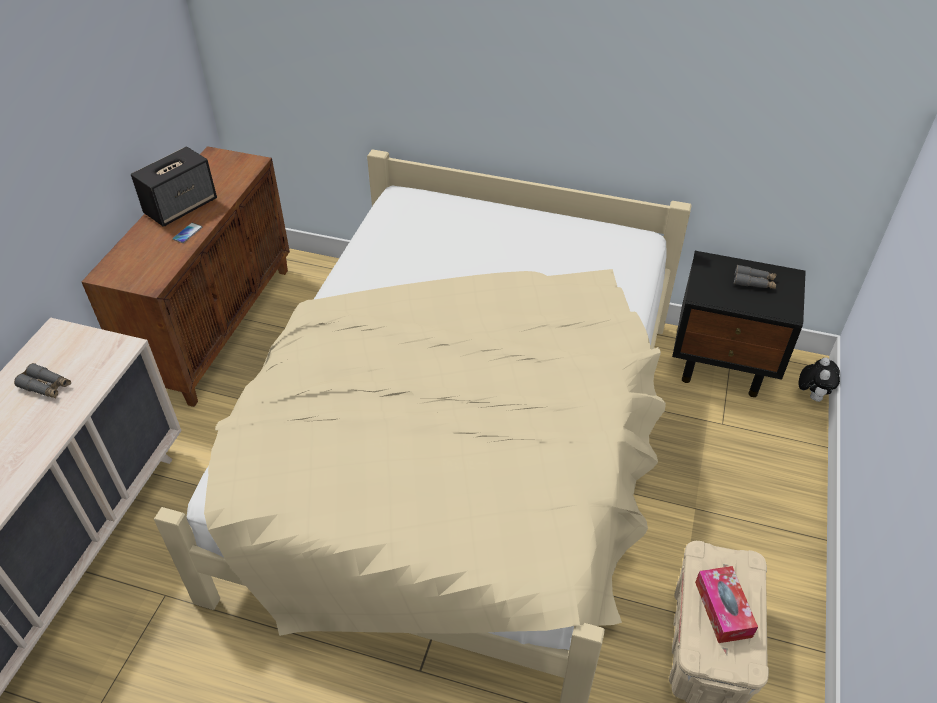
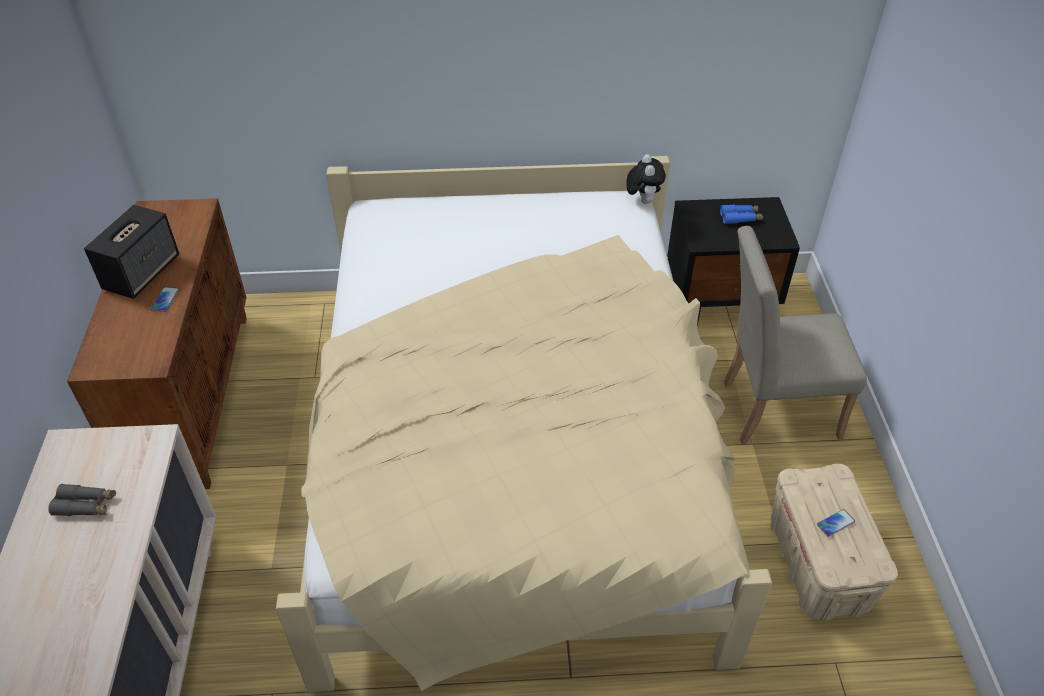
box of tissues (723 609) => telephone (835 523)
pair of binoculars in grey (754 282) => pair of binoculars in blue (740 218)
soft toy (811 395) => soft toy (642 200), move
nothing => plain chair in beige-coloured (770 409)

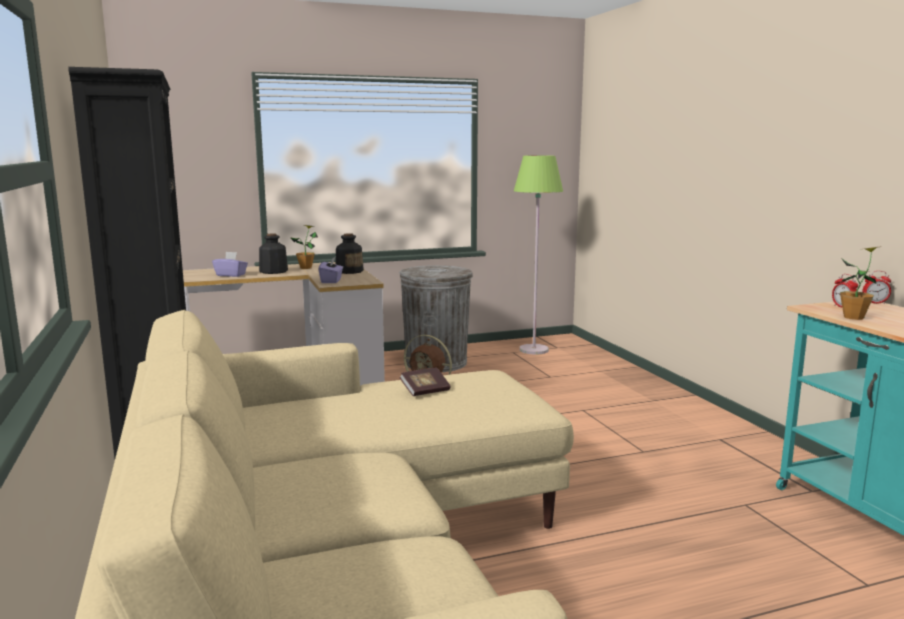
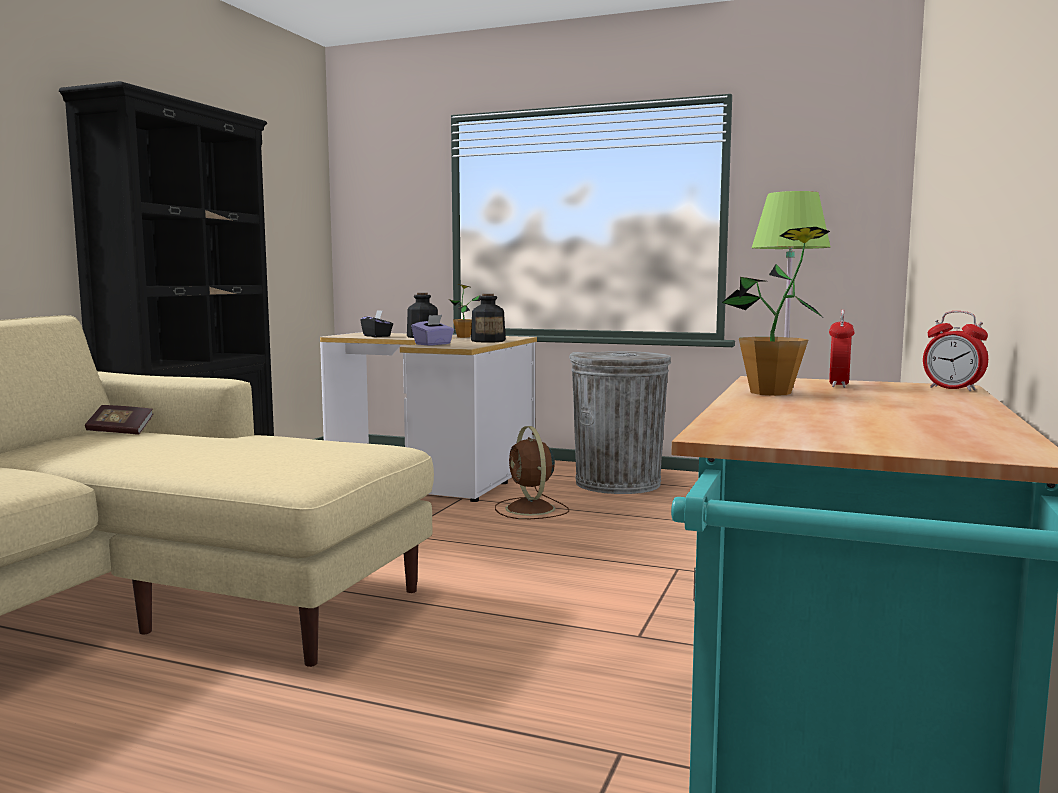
box of tissues in purple (231 275) => box of tissues in black (377 336)
bound book (425 391) => bound book (120 431), move

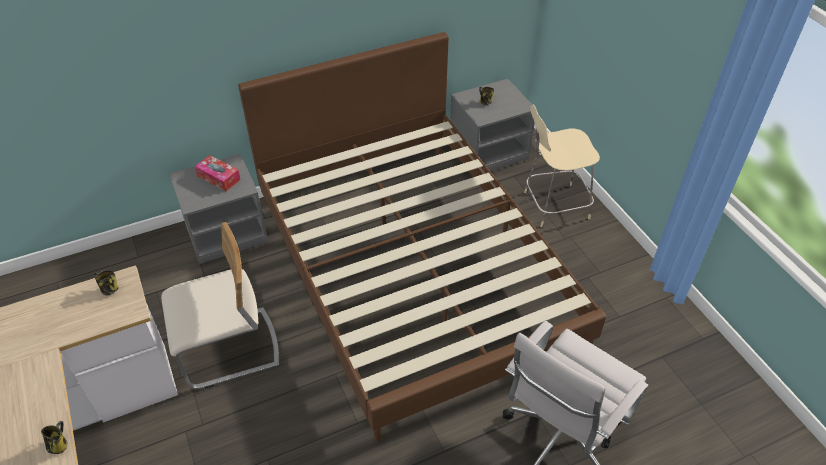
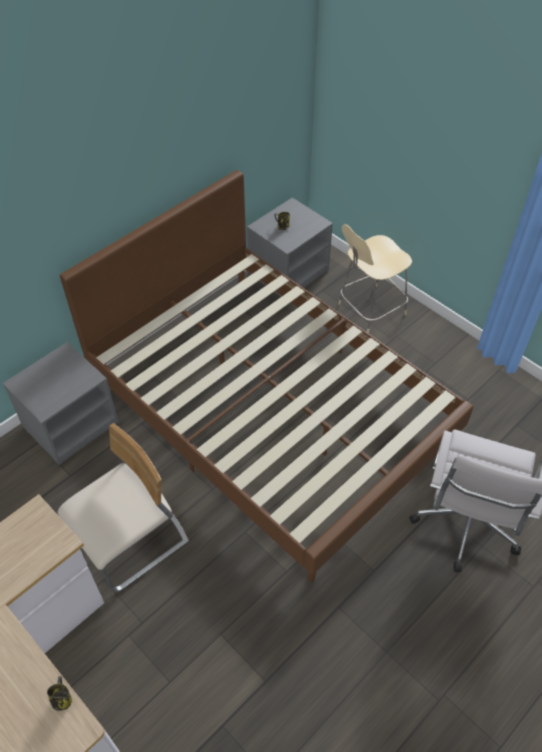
tea mug (109 289) => nothing
box of tissues (219 178) => nothing

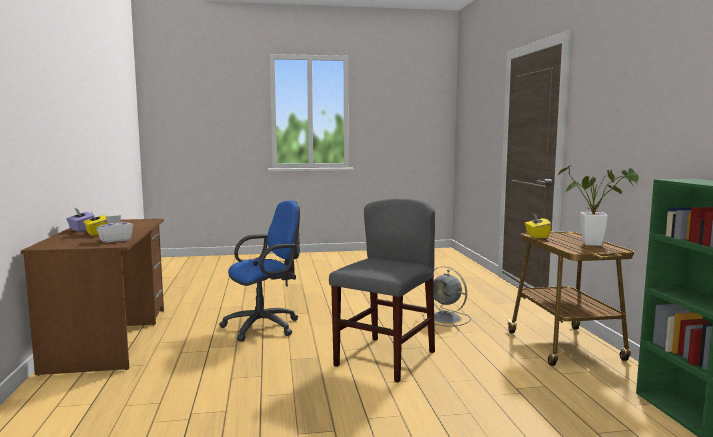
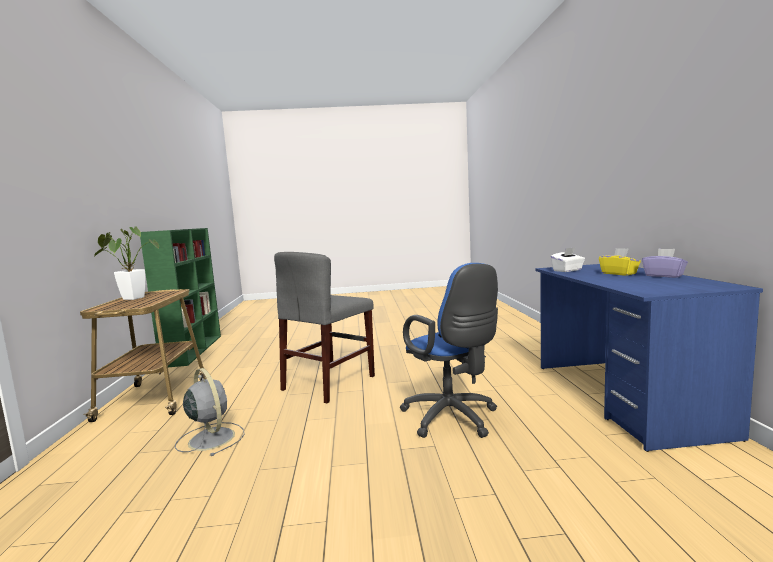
desk unit in brown-coloured (110 338) => desk unit in blue (622 397)
computer chair in blue (265 326) => computer chair in blue (453 419), 90 degrees counterclockwise
box of tissues in yellowish (536 236) => nothing

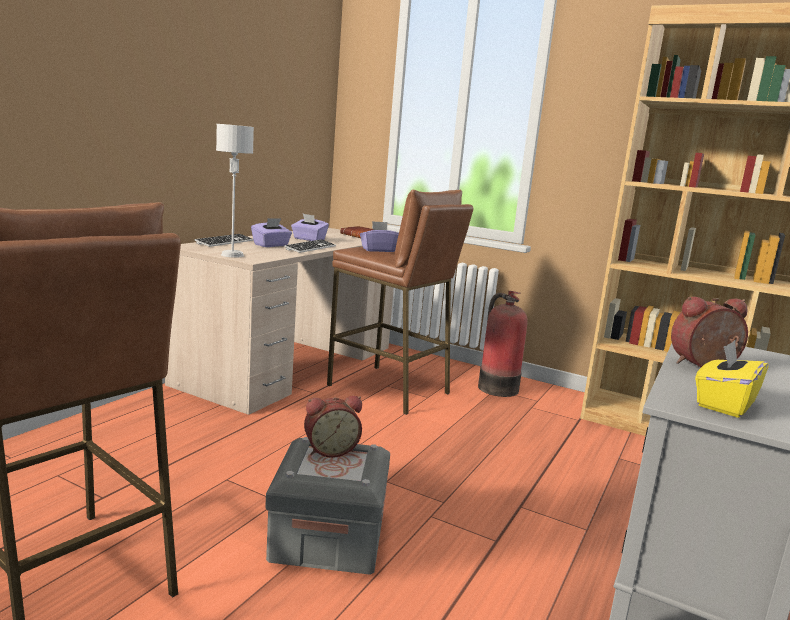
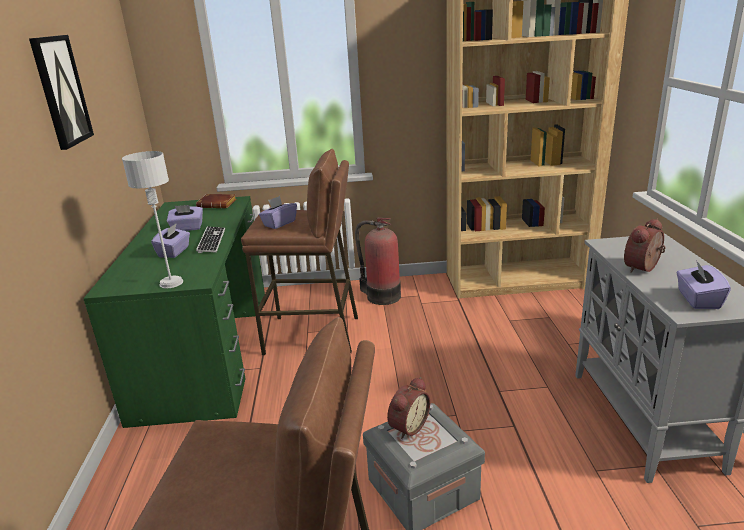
desk unit in beige-coloured (292 364) => desk unit in green-coloured (207 347)
keyboard (225 242) => nothing
box of tissues in yellowish (724 404) => box of tissues in purple (697 300)
nothing => picture (61 91)

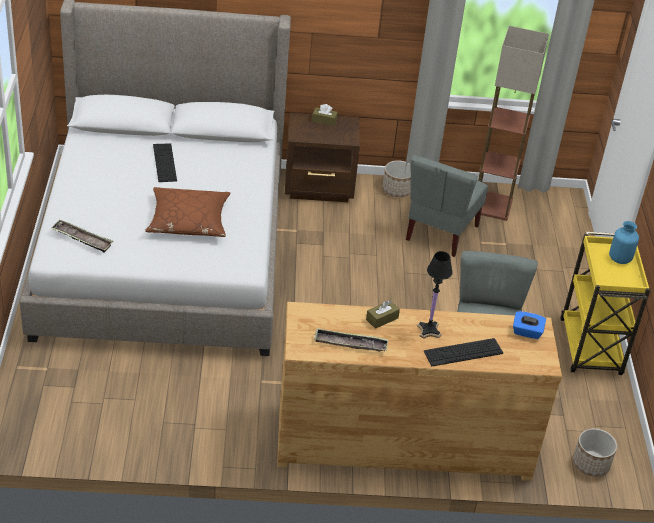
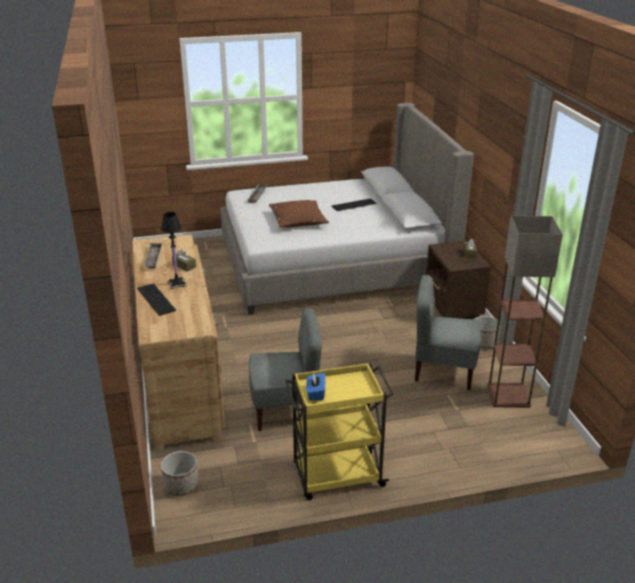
box of tissues in blue (527 332) => box of tissues in blue (316 393), move
decorative vase in blue (619 259) => nothing

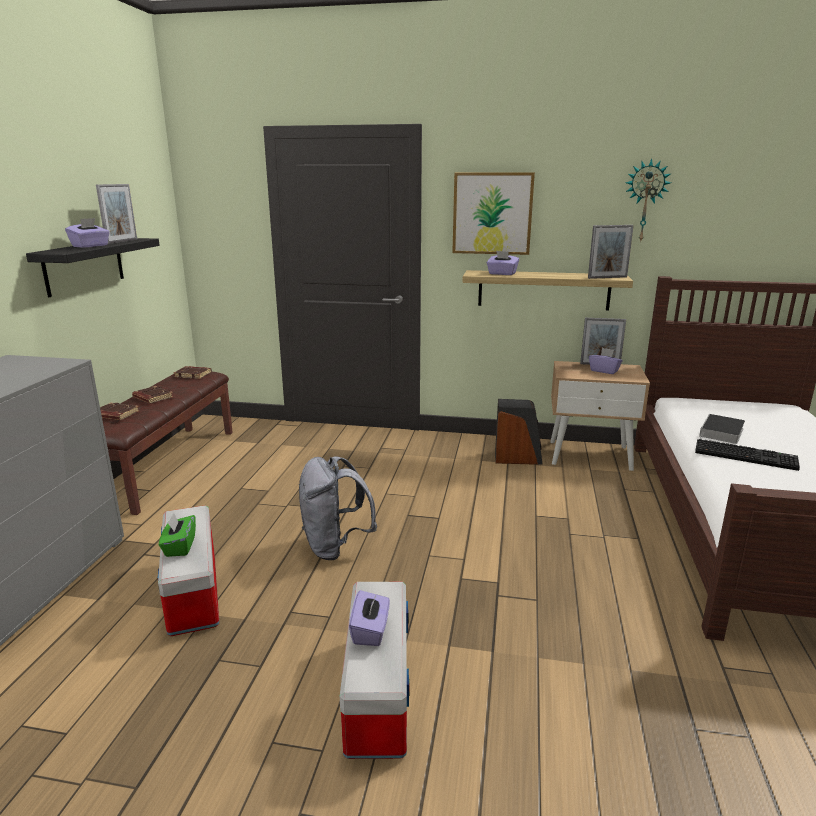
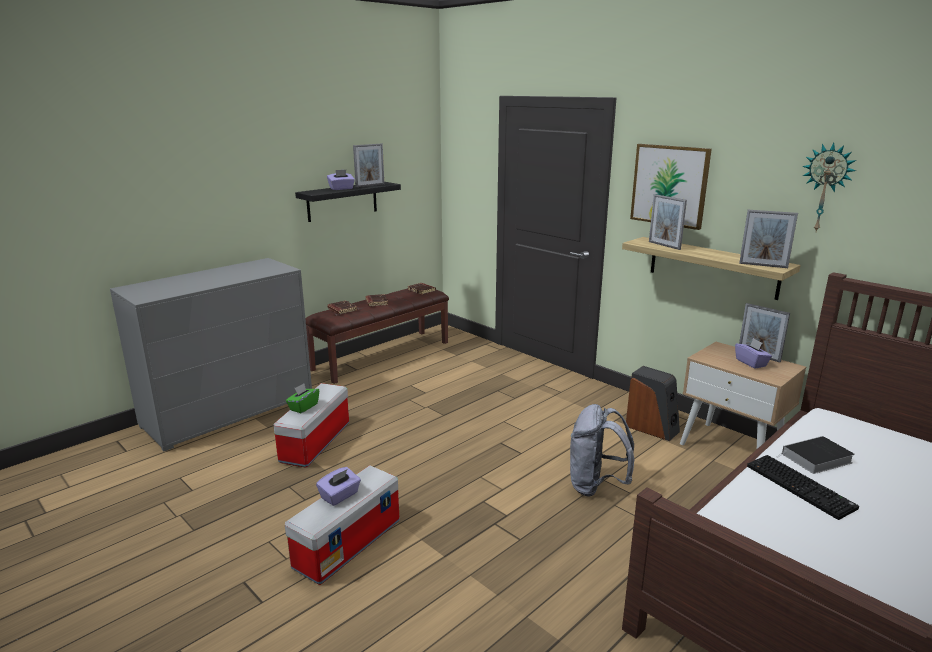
backpack in grey (335 546) => backpack in grey (596 486), move
box of tissues in purple (502 274) => standing frame (664 245)

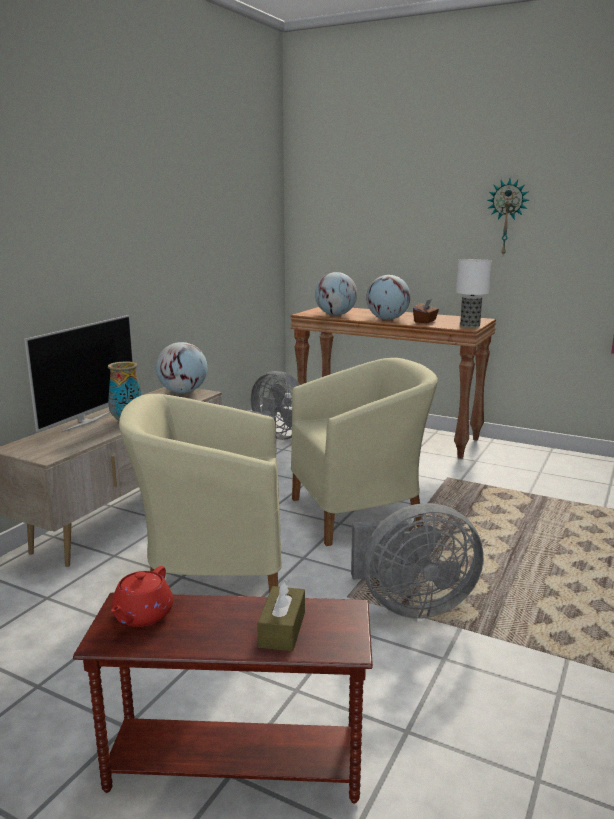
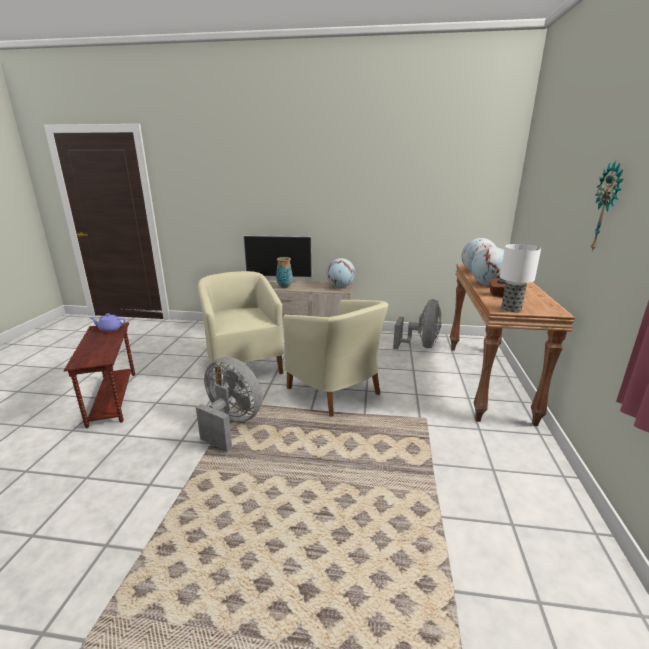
teapot in red (142 616) => teapot in purple (110 329)
box of tissues in brown-coloured (282 629) => nothing
fan in grey (411 605) => fan in grey (231 423), 150 degrees clockwise

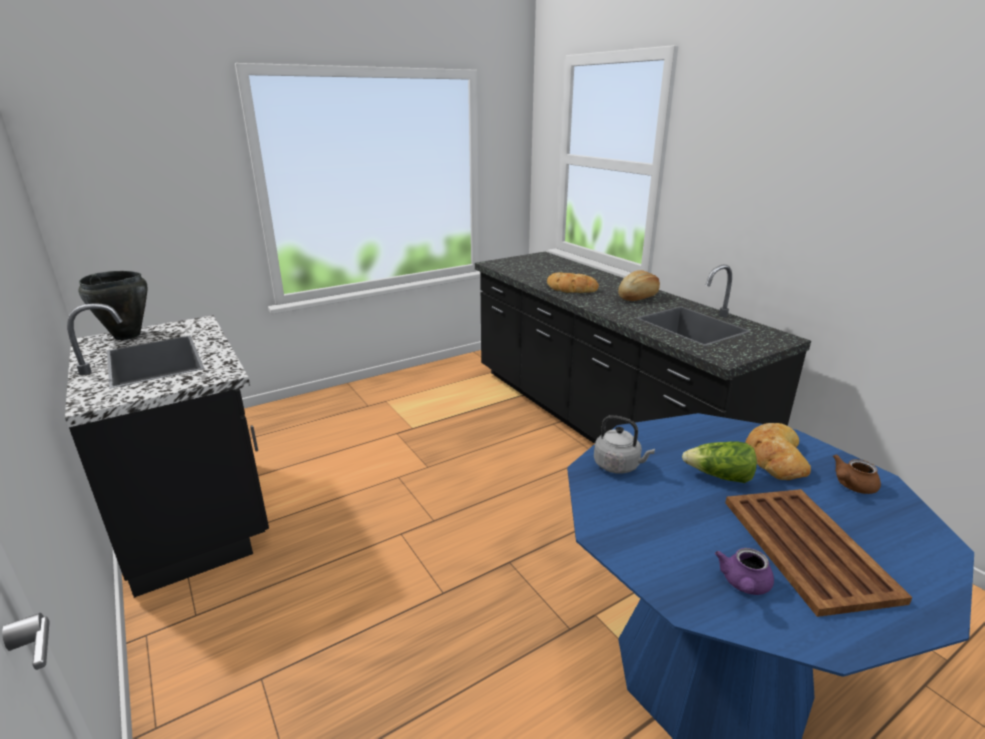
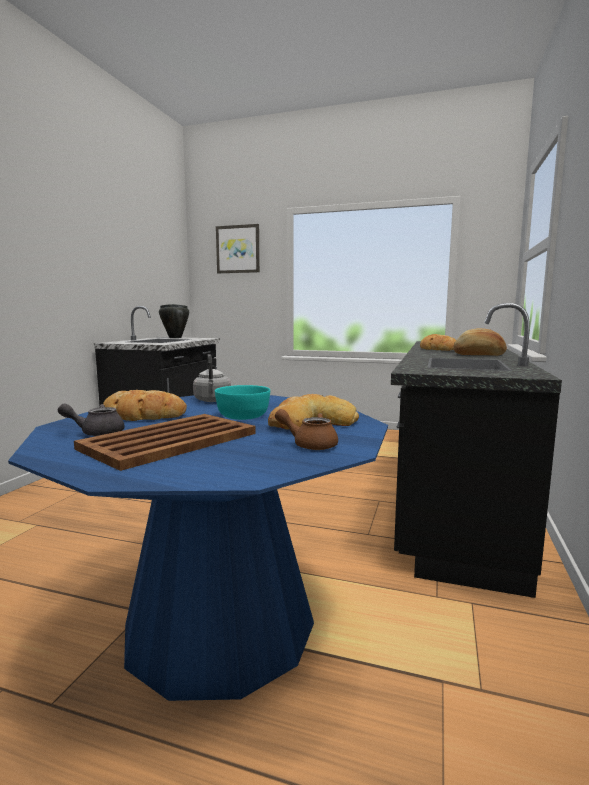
head of lettuce (719 477) => deep dish in blue-green (243 416)
teapot in purple (744 585) => teapot in grey (96 433)
nothing => baked bread (142 415)
nothing => picture (238 249)

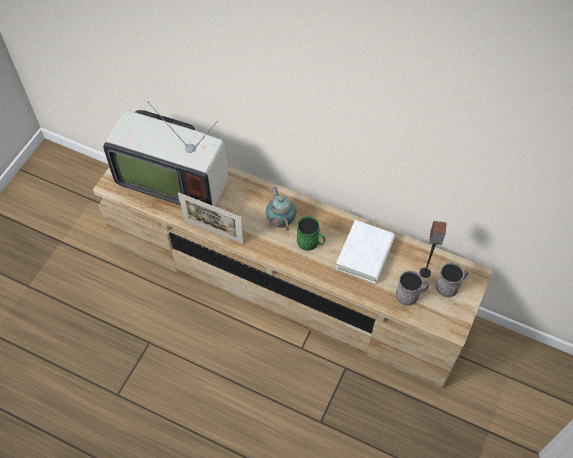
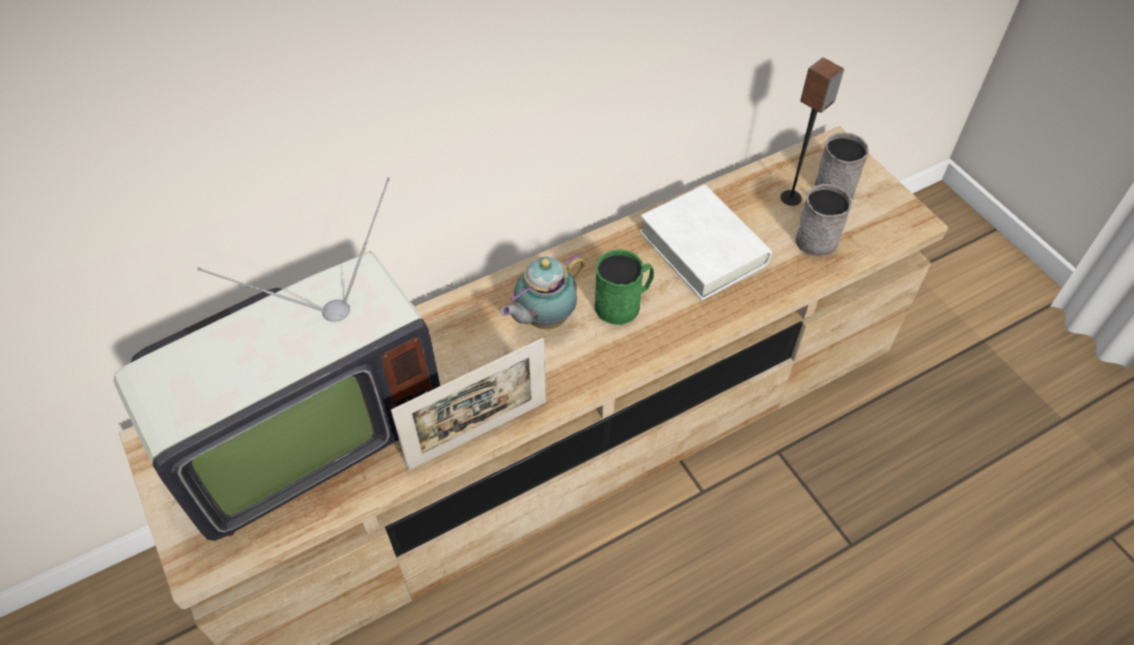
teapot (281 220) => teapot (543 319), 60 degrees counterclockwise

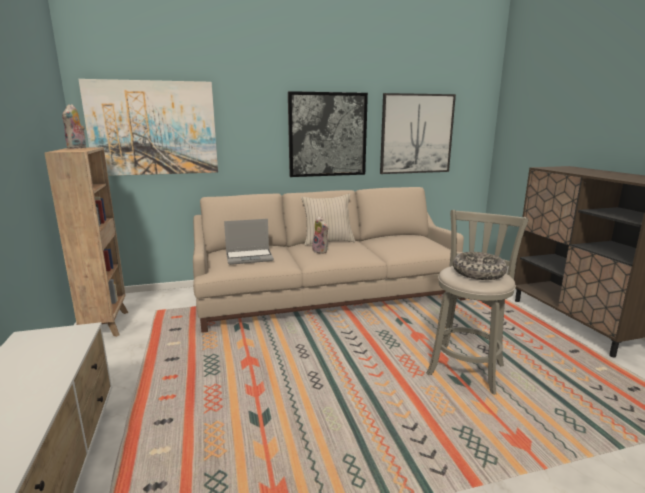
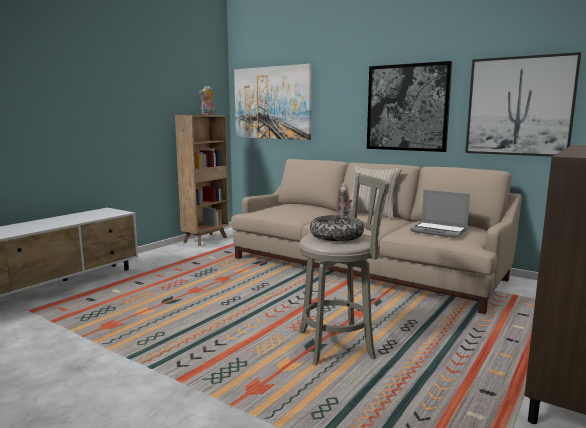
laptop (250 257) => laptop (439 231), move

